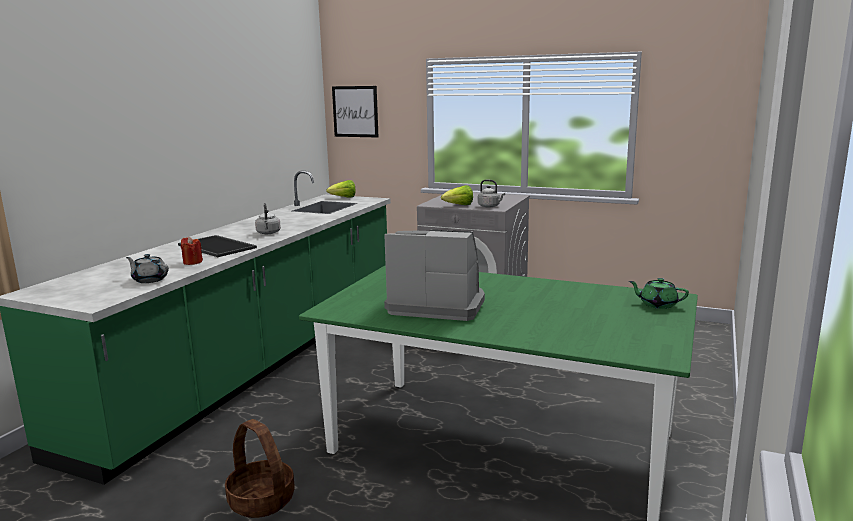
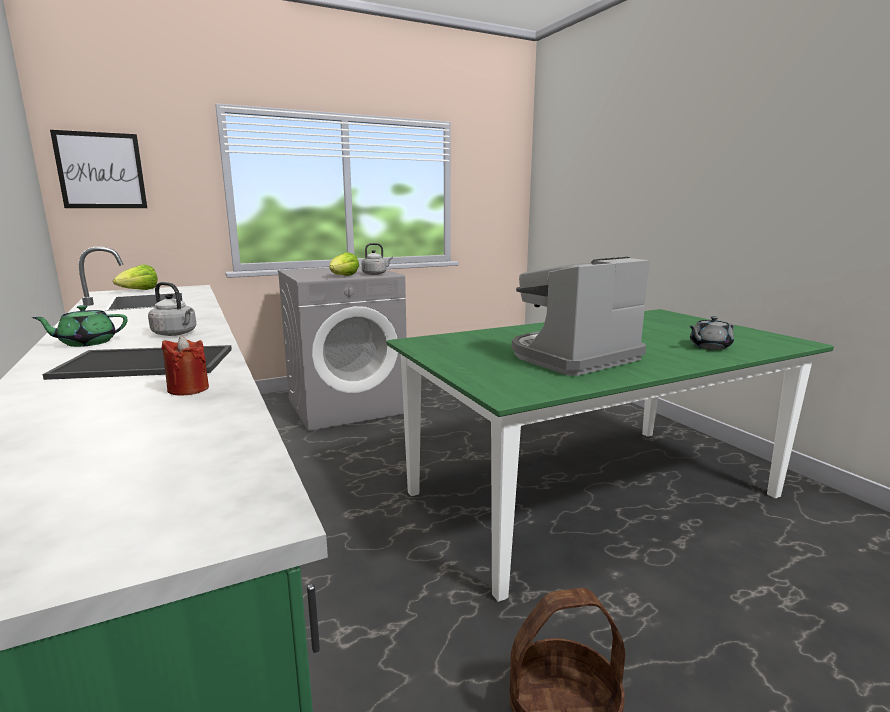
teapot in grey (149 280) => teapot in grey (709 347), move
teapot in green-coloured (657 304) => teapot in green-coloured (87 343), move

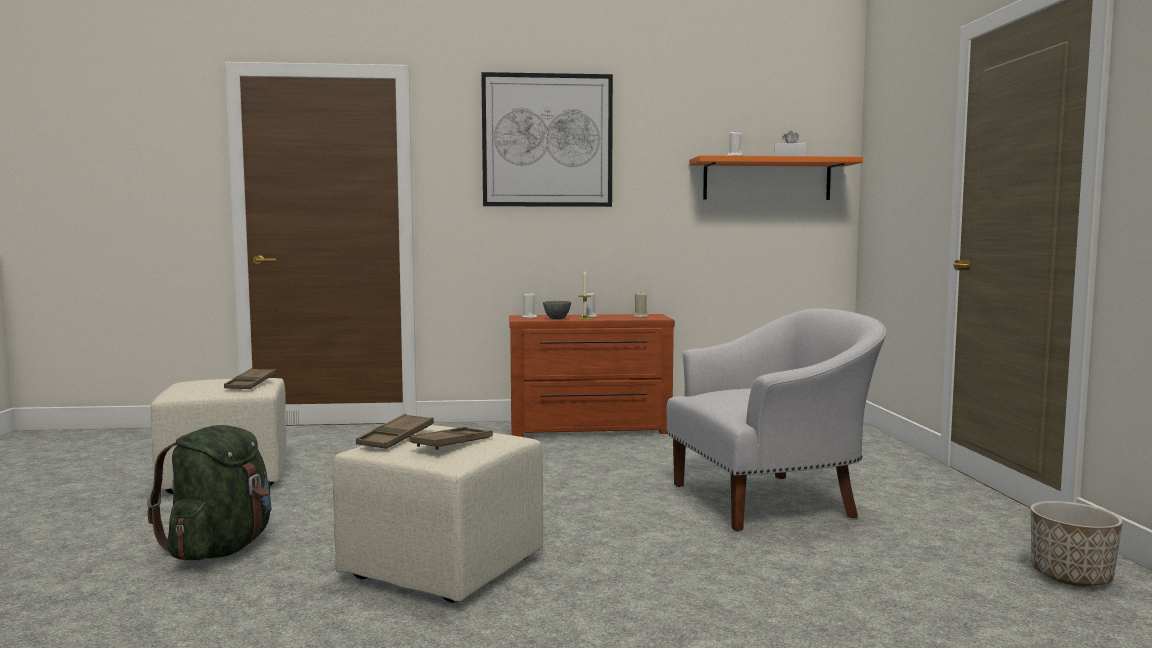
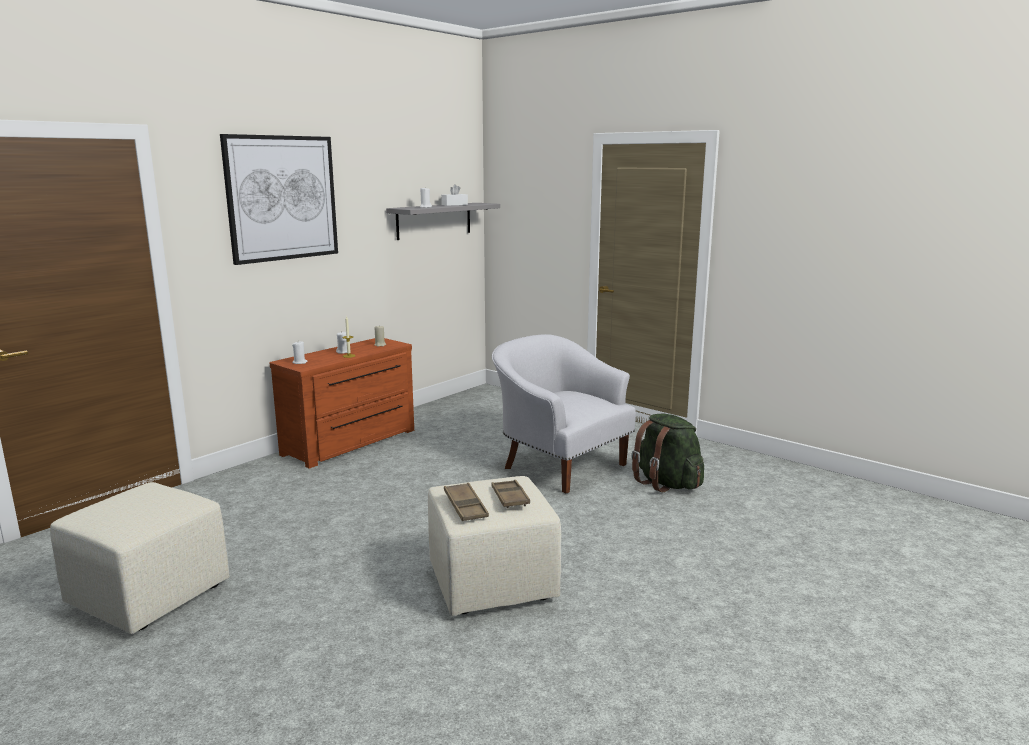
backpack in green-coloured (220 549) => backpack in green-coloured (666 483), move
tray in brown-coloured (251 384) => nothing
deep dish in grey (557 319) => nothing
lounge chair in whitish (770 501) => lounge chair in whitish (560 465), 75 degrees counterclockwise
bracket shelf in orange (767 180) => bracket shelf in grey (434 220)
flower pot (1071 577) => nothing

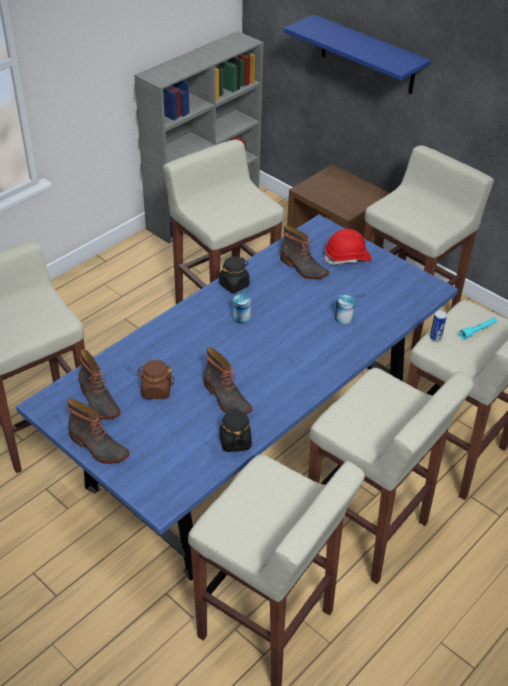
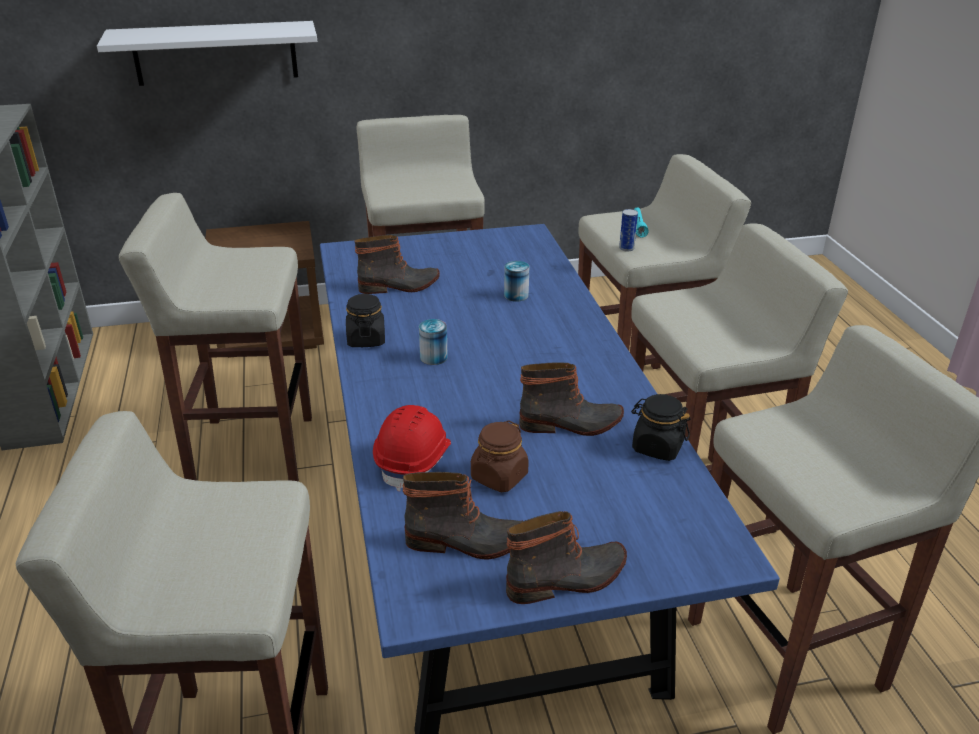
bracket shelf in blue (367 55) => bracket shelf in whitish (215 53)
hard hat in red (347 258) => hard hat in red (414 460), move

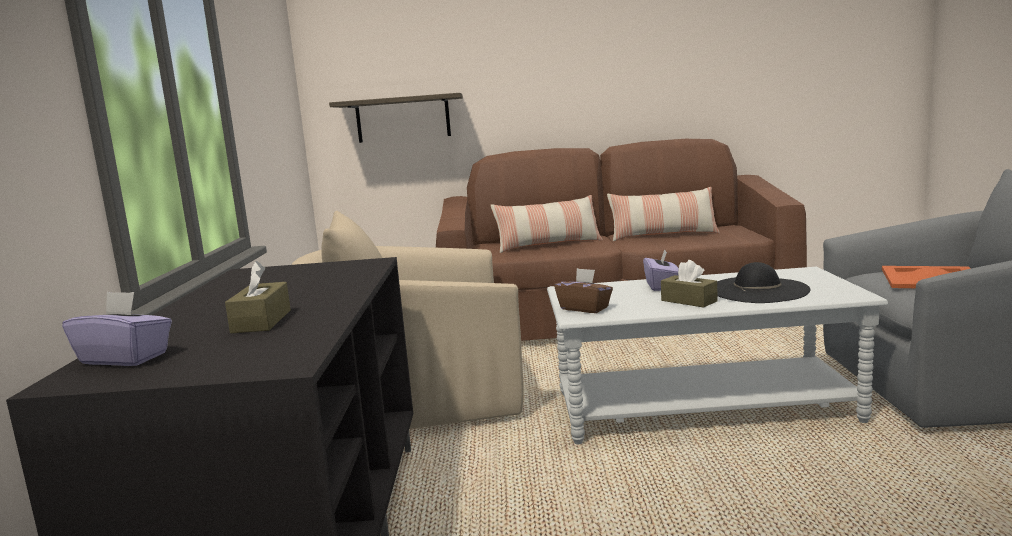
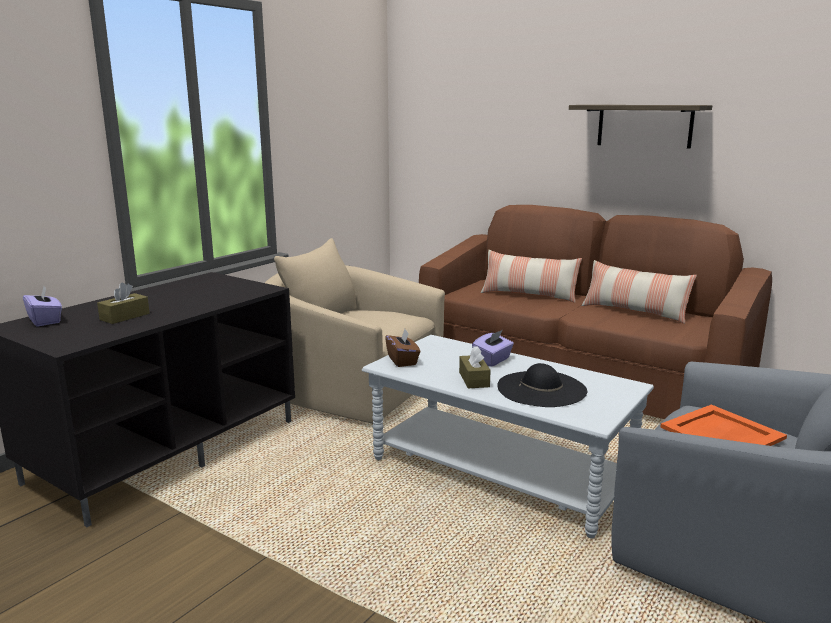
bracket shelf (403 119) => bracket shelf (644 126), move

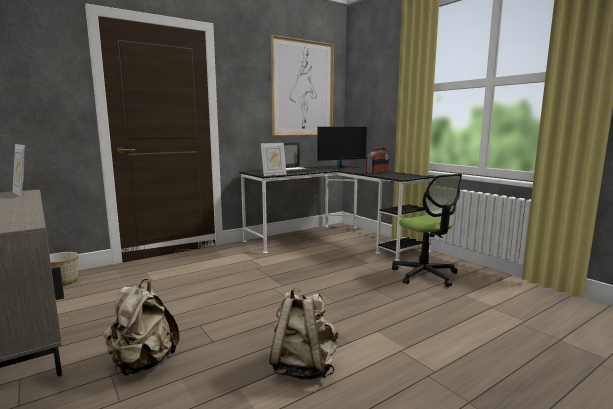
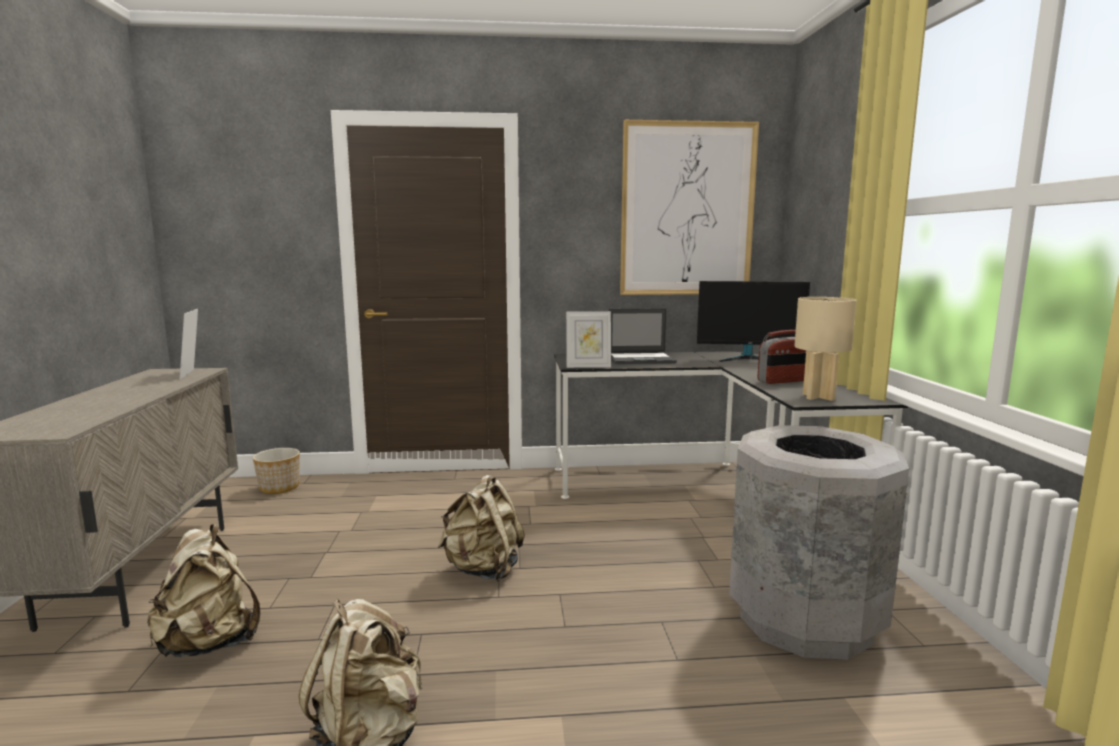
computer chair (425 275) => trash can in grey (804 620)
nothing => backpack in beige-coloured (483 569)
nothing => tabletop lamp in beige-coloured (819 397)

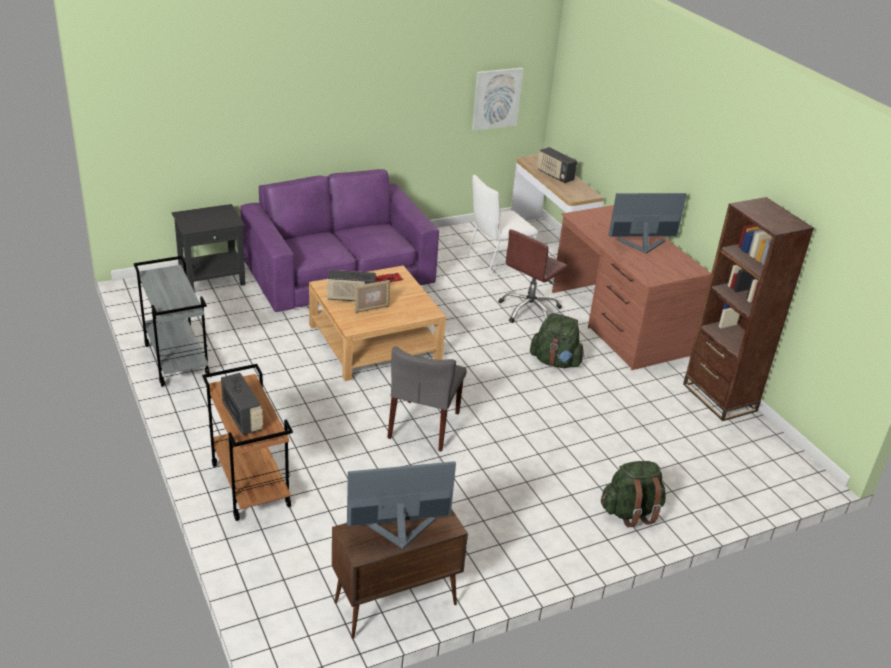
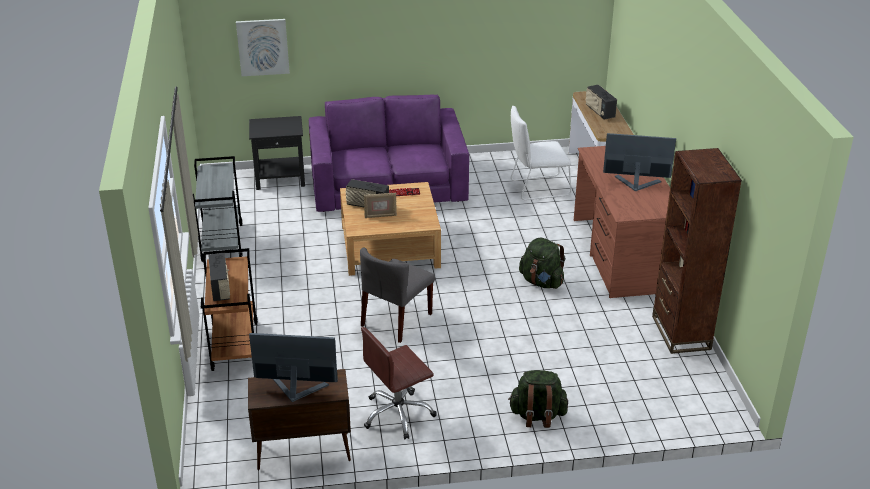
picture (496 98) => picture (263 47), move
computer chair in brown-coloured (530 310) => computer chair in brown-coloured (398 414), move

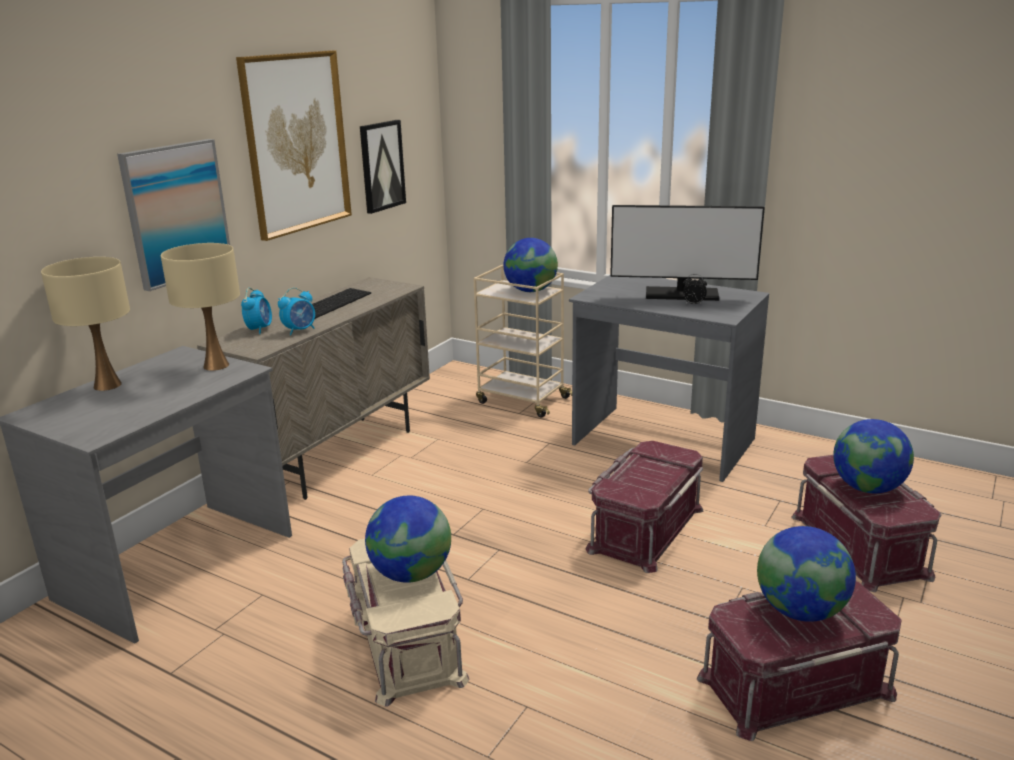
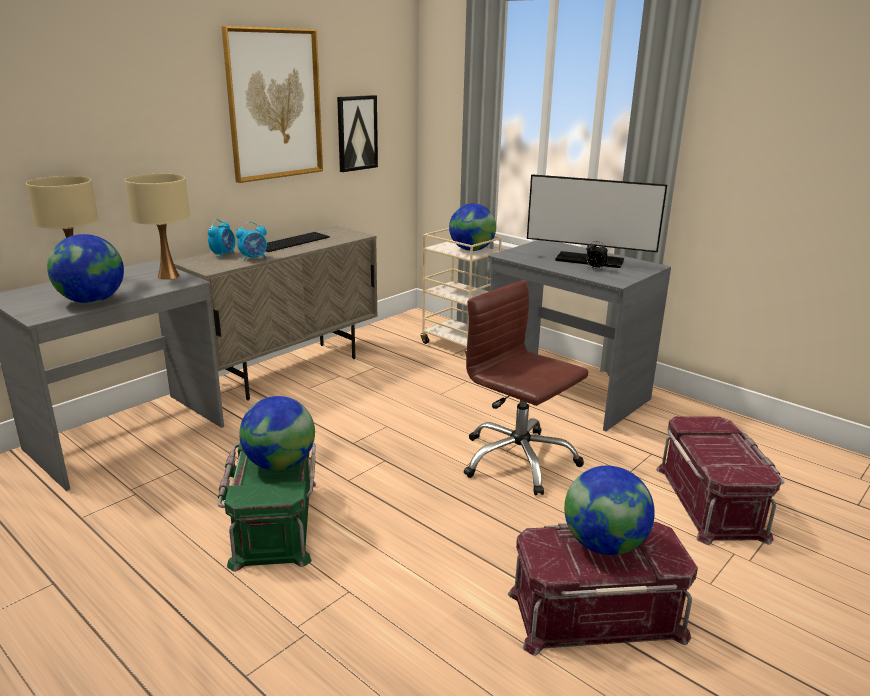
picture (176 213) => nothing
storage bin in beige-coloured (404 641) => storage bin in green-coloured (273 521)
storage bin in red (644 528) => computer chair in brown-coloured (518 460)
desk globe (867 488) => desk globe (92 301), move

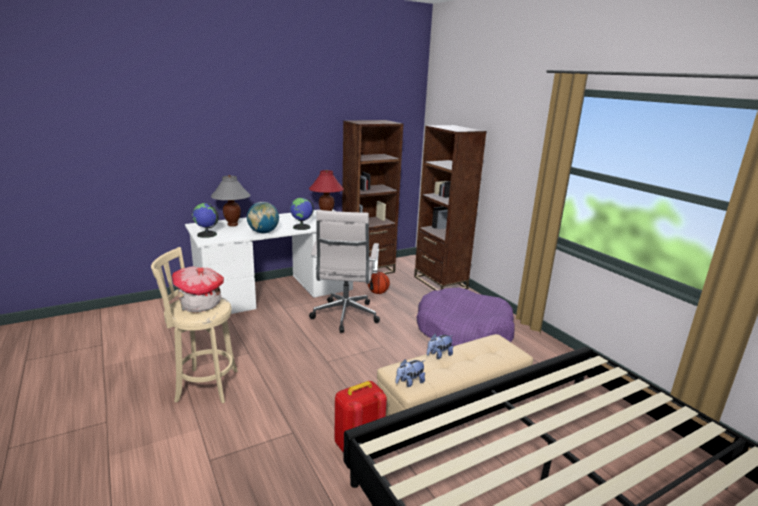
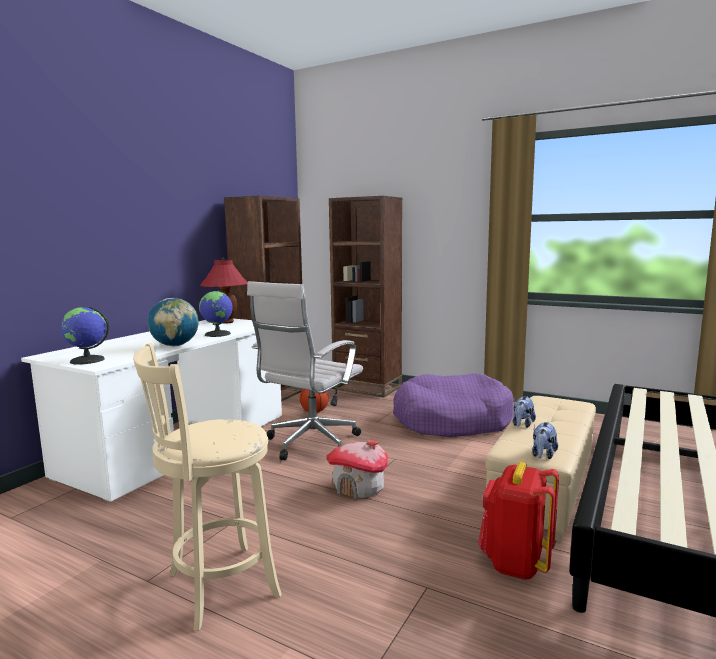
miniature house (200 304) => miniature house (359 488), move
tabletop lamp in grey (233 225) => nothing
computer chair in whitish (345 317) => computer chair in whitish (310 444), 60 degrees clockwise

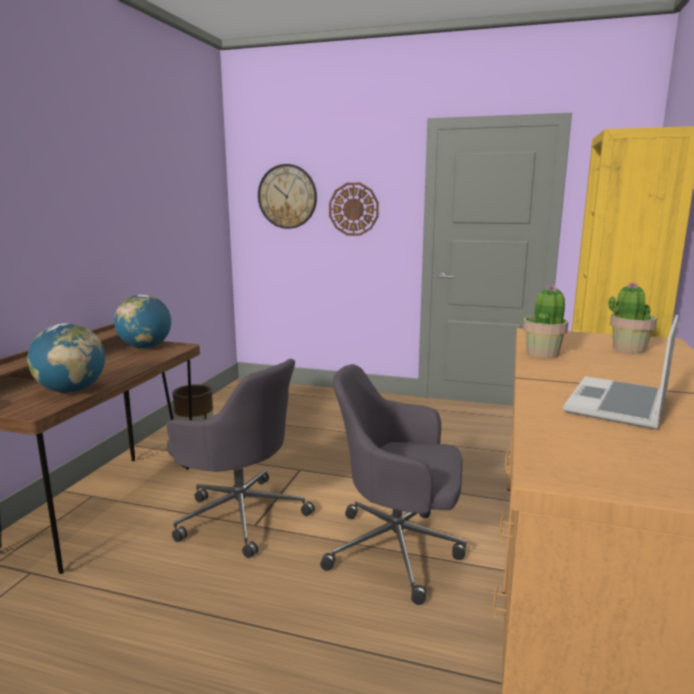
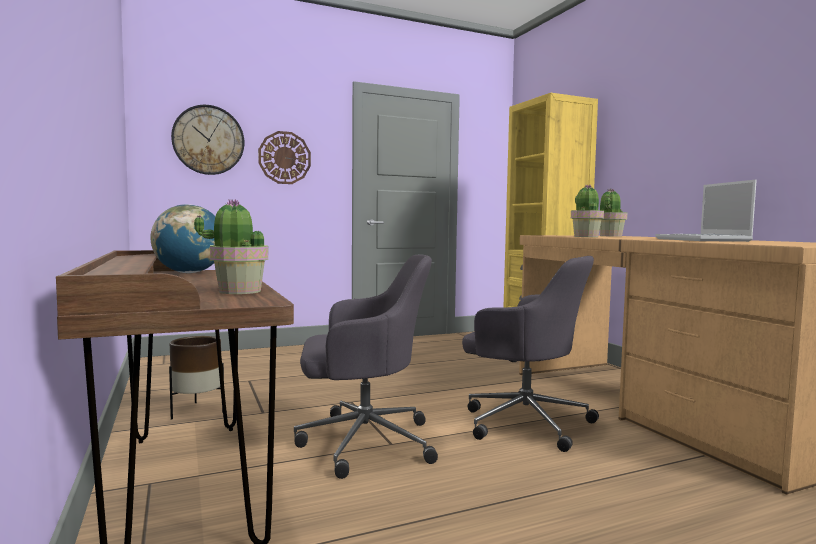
desk globe (71 390) => plant in a pot (239 291)
computer chair in grey (398 550) => computer chair in grey (524 421), 120 degrees counterclockwise

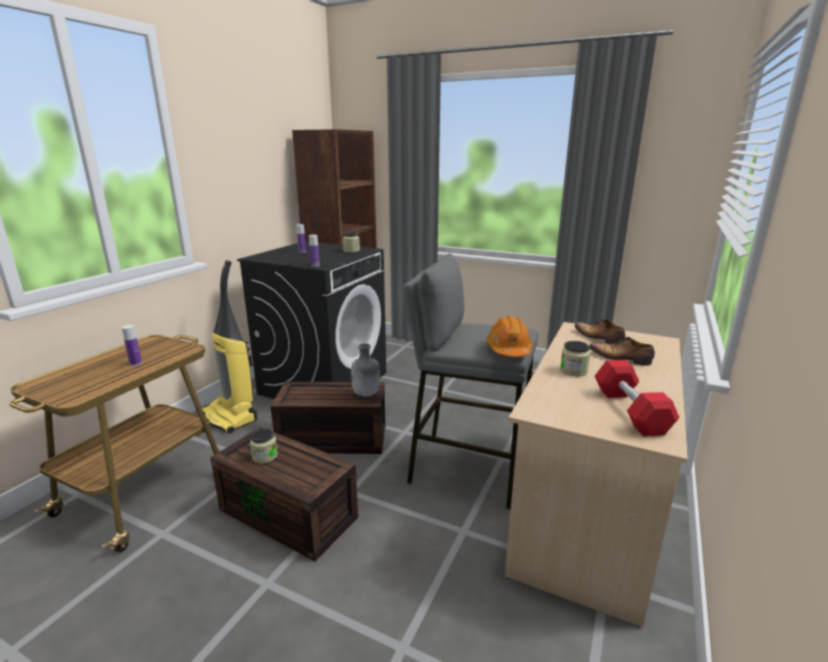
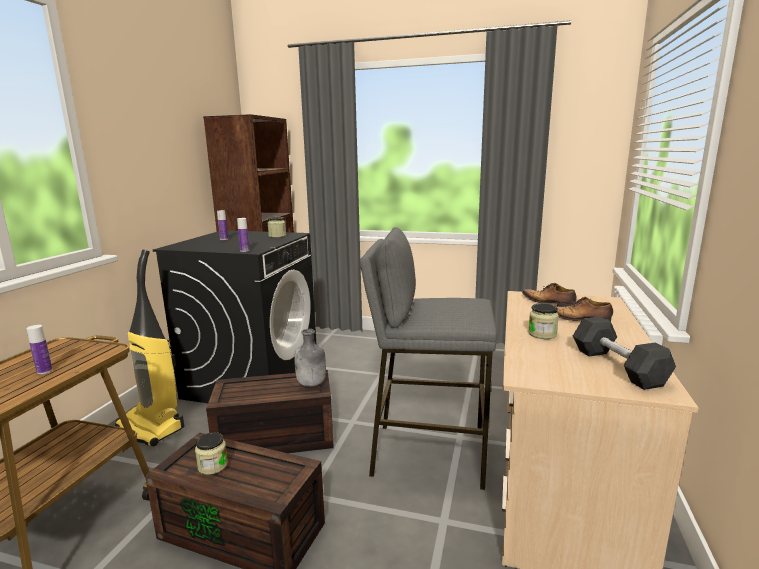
hard hat in orange (509 349) => nothing
hand weight in red (630 411) => hand weight in black (617 367)

